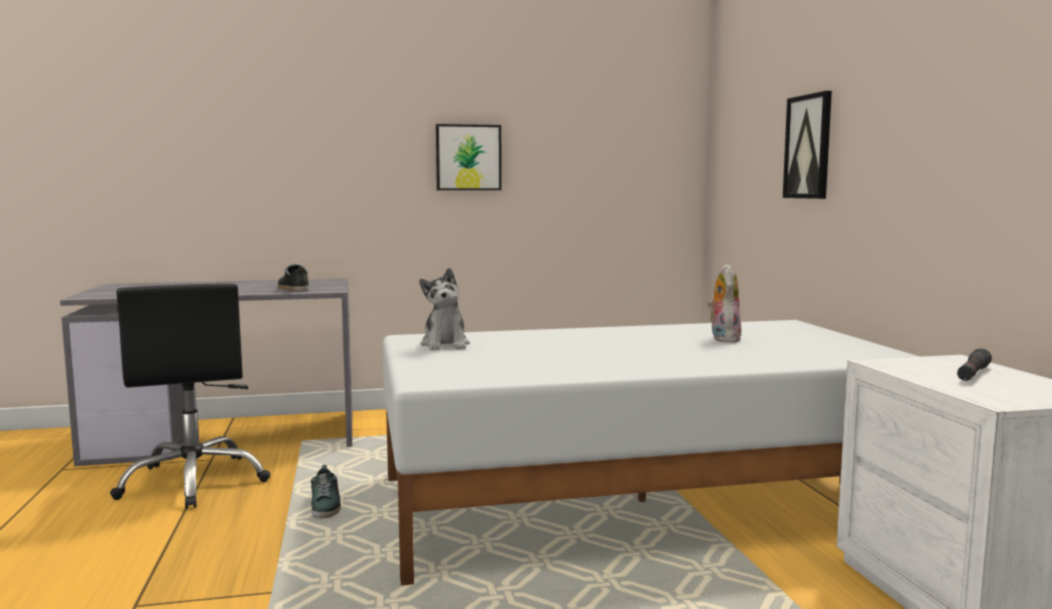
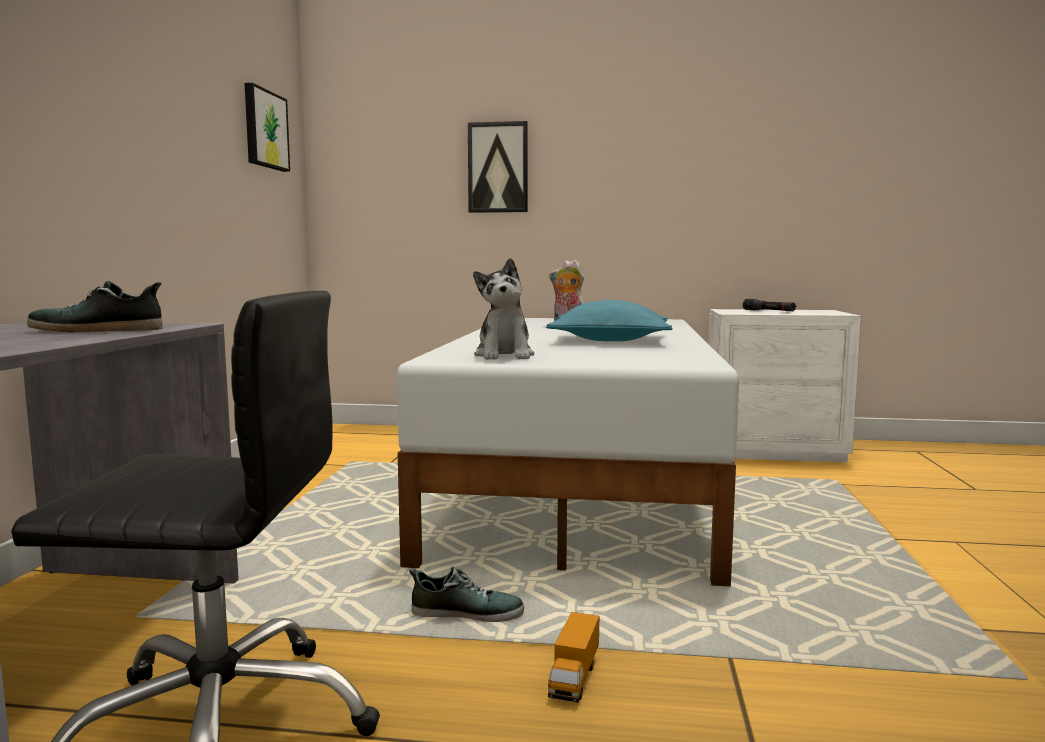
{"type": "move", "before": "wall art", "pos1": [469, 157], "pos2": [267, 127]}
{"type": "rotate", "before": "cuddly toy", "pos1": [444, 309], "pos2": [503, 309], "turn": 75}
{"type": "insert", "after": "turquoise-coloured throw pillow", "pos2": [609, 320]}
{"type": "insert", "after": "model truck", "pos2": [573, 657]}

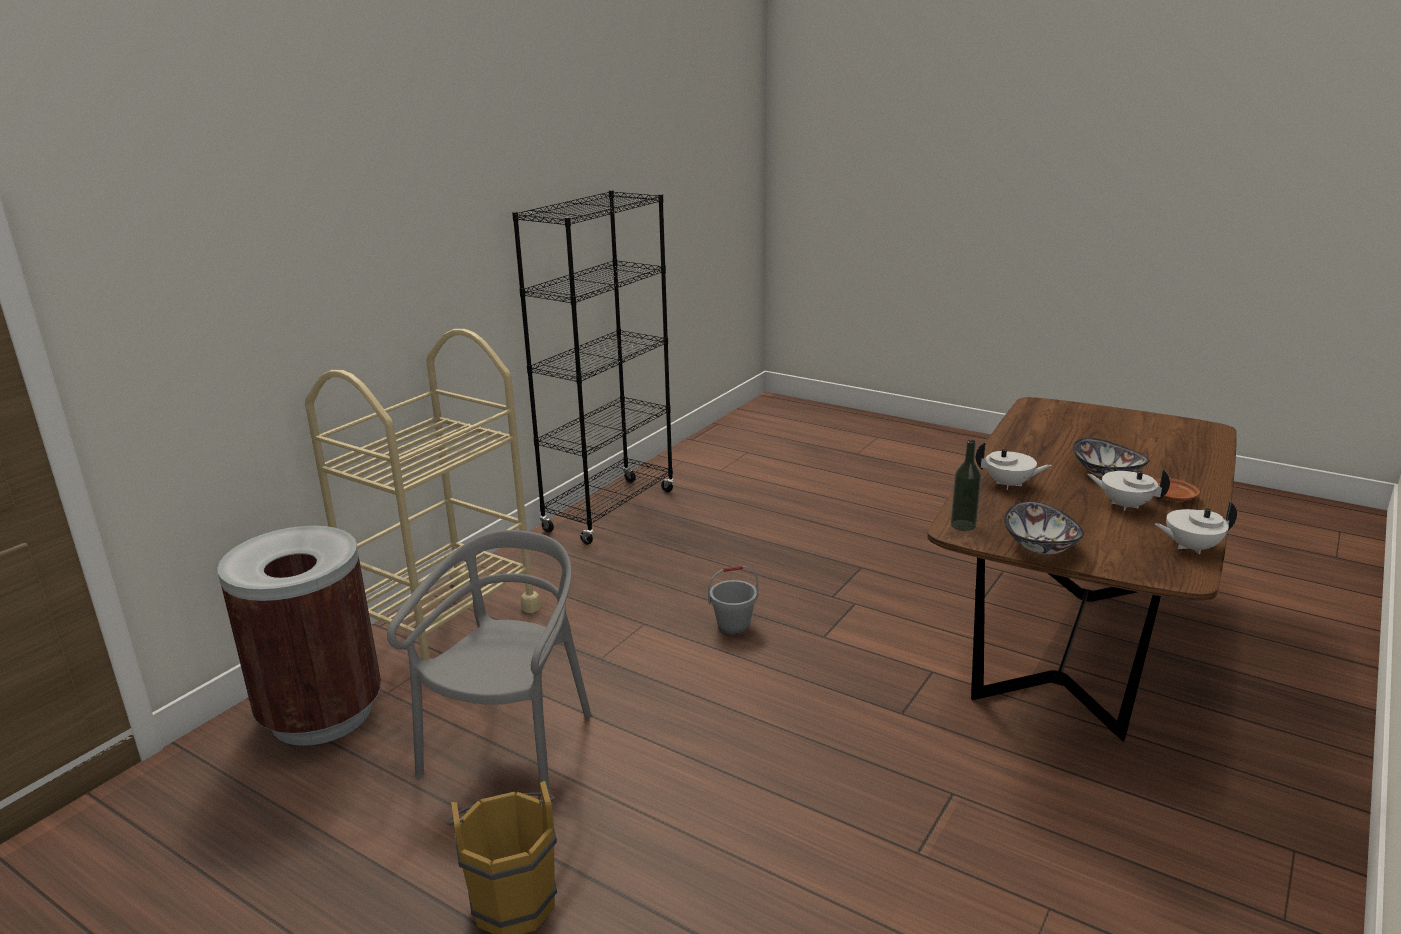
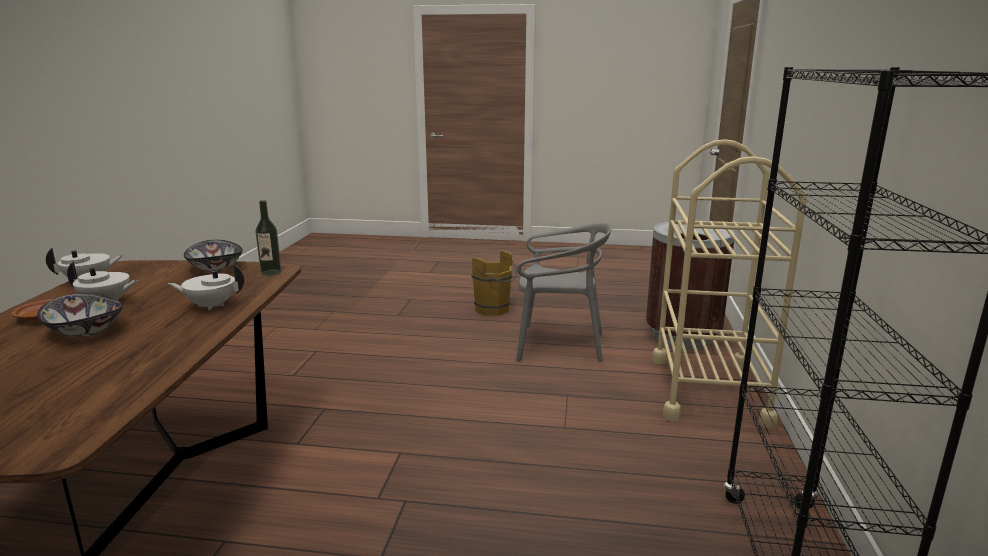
{"type": "rotate", "before": "greyish chair", "pos1": [489, 665], "pos2": [563, 292], "turn": -75}
{"type": "delete", "before": "greyish bucket", "pos1": [733, 600]}

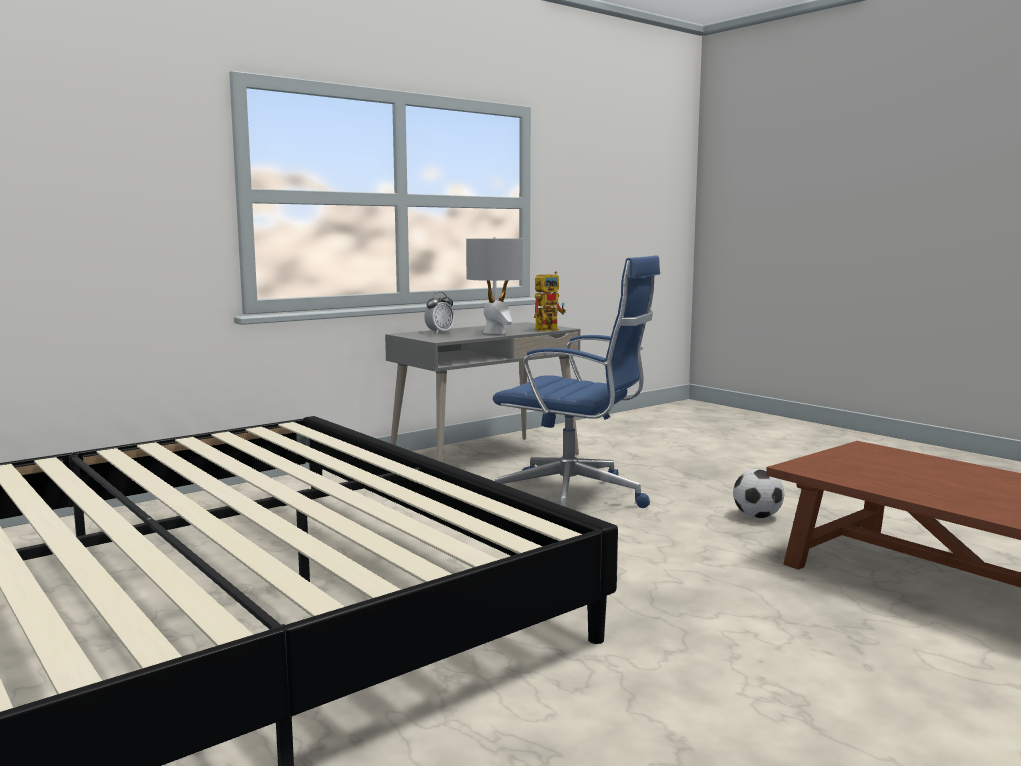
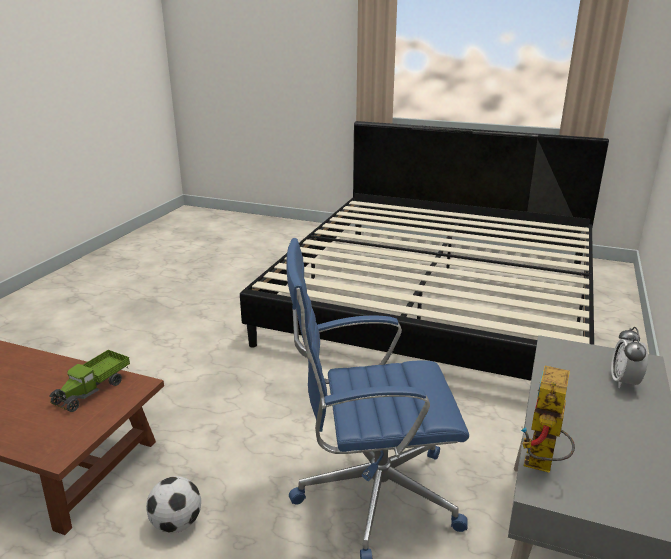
{"type": "delete", "before": "greyish lamp for a table", "pos1": [494, 285]}
{"type": "insert", "after": "model truck", "pos2": [89, 381]}

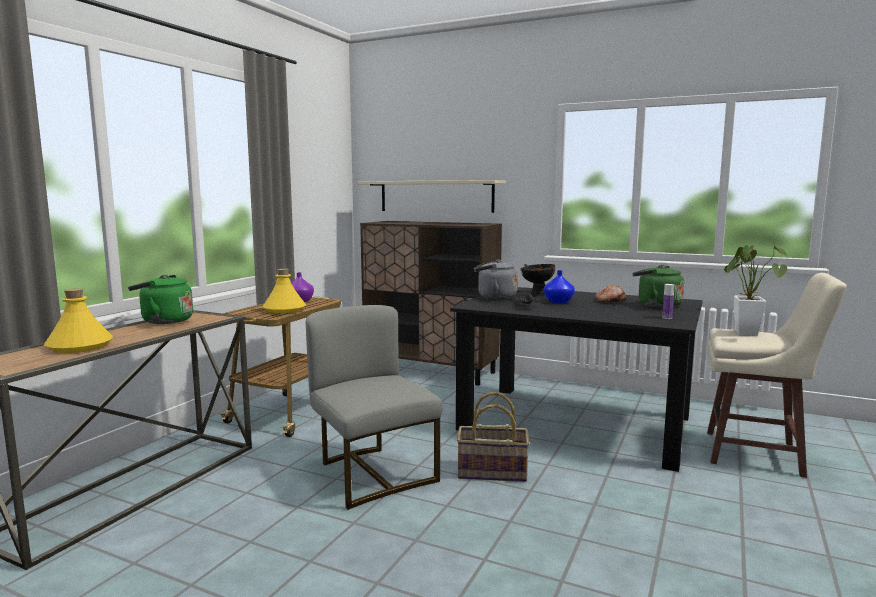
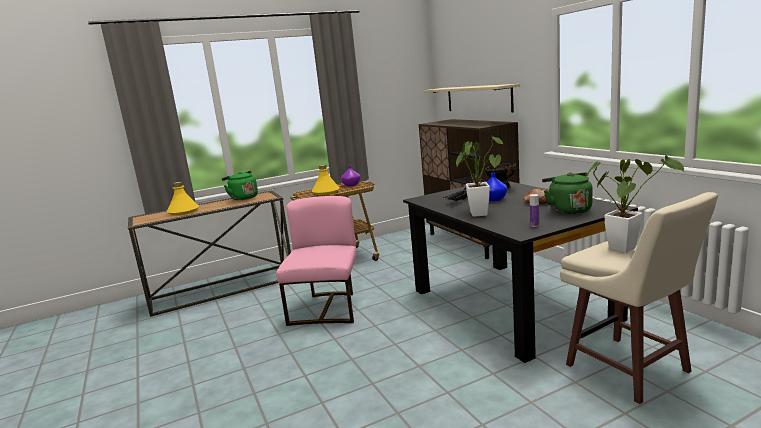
{"type": "delete", "before": "greyish tea kettle", "pos1": [496, 280]}
{"type": "recolor", "before": "greyish chair", "after": "pink chair", "pos1": [374, 407], "pos2": [316, 261]}
{"type": "delete", "before": "storage basket", "pos1": [493, 437]}
{"type": "insert", "after": "plant in a pot", "pos2": [480, 176]}

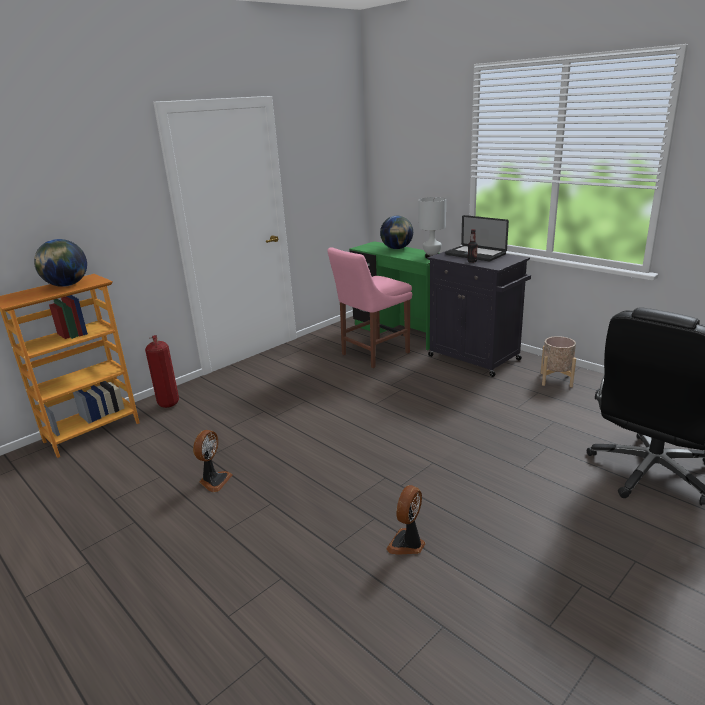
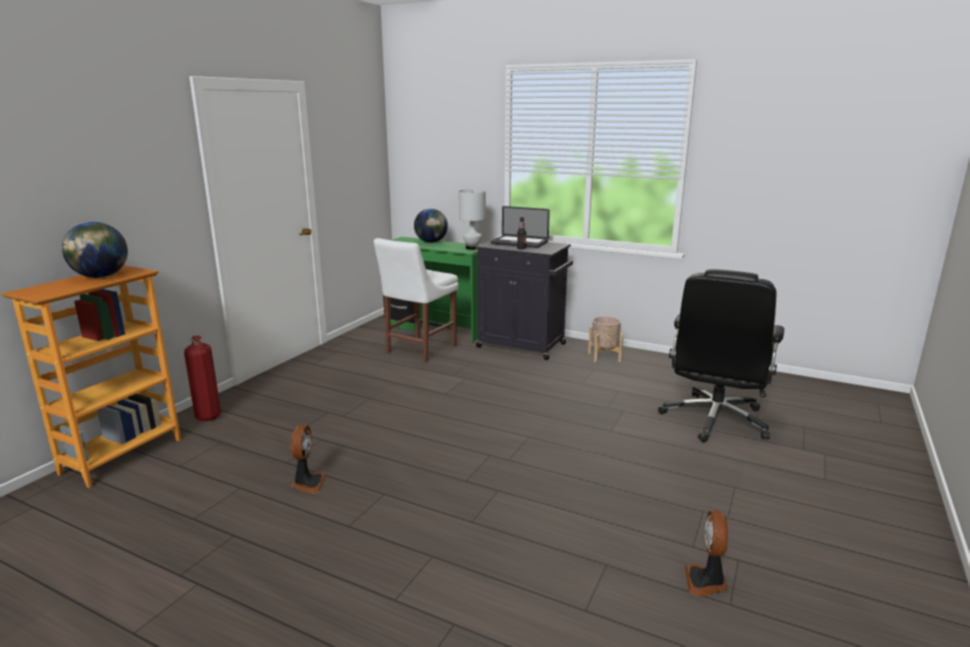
{"type": "recolor", "before": "pink chair", "after": "white chair", "pos1": [369, 307], "pos2": [416, 300]}
{"type": "move", "before": "electric fan", "pos1": [406, 520], "pos2": [706, 553]}

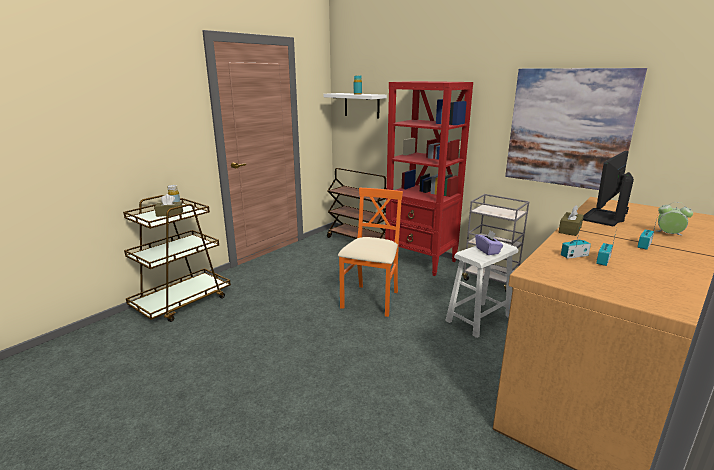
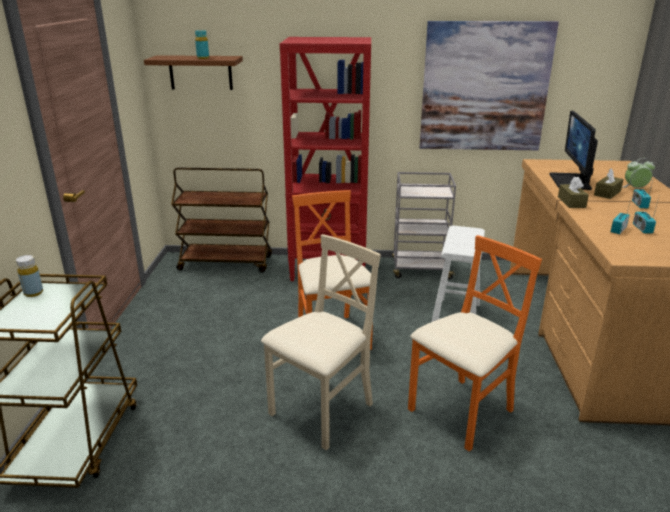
{"type": "recolor", "before": "white bracket shelf", "after": "brown-coloured bracket shelf", "pos1": [355, 105], "pos2": [193, 72]}
{"type": "move", "before": "brown-coloured tissue holder", "pos1": [168, 205], "pos2": [609, 183]}
{"type": "delete", "before": "purple tissue holder", "pos1": [489, 243]}
{"type": "insert", "after": "beige chair", "pos2": [321, 342]}
{"type": "insert", "after": "orange-coloured chair", "pos2": [475, 343]}

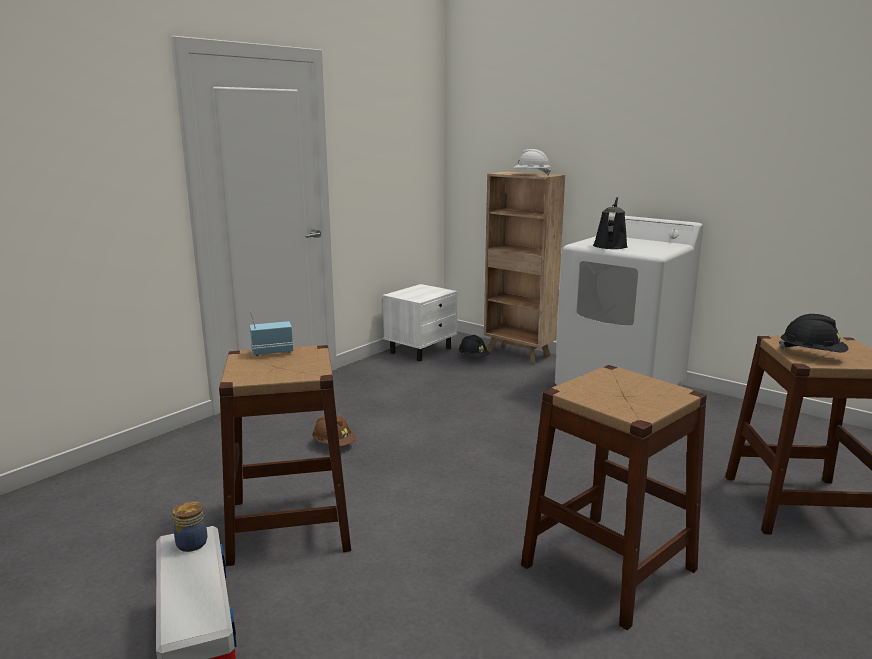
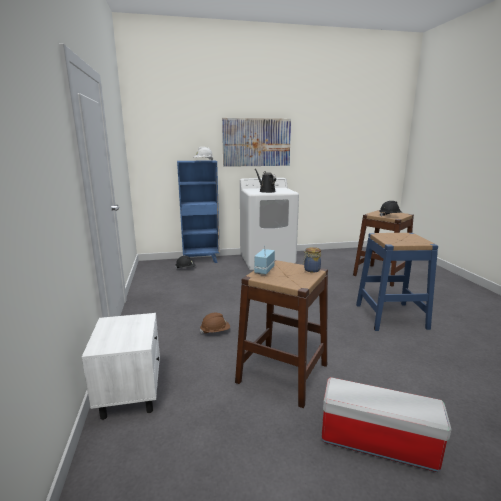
{"type": "recolor", "before": "brown-coloured bookshelf", "after": "bluish bookshelf", "pos1": [524, 268], "pos2": [198, 211]}
{"type": "move", "before": "white bedside table", "pos1": [420, 322], "pos2": [121, 366]}
{"type": "recolor", "before": "brown-coloured stool", "after": "bluish stool", "pos1": [614, 497], "pos2": [397, 282]}
{"type": "move", "before": "storage jar", "pos1": [189, 526], "pos2": [312, 260]}
{"type": "insert", "after": "wall art", "pos2": [256, 142]}

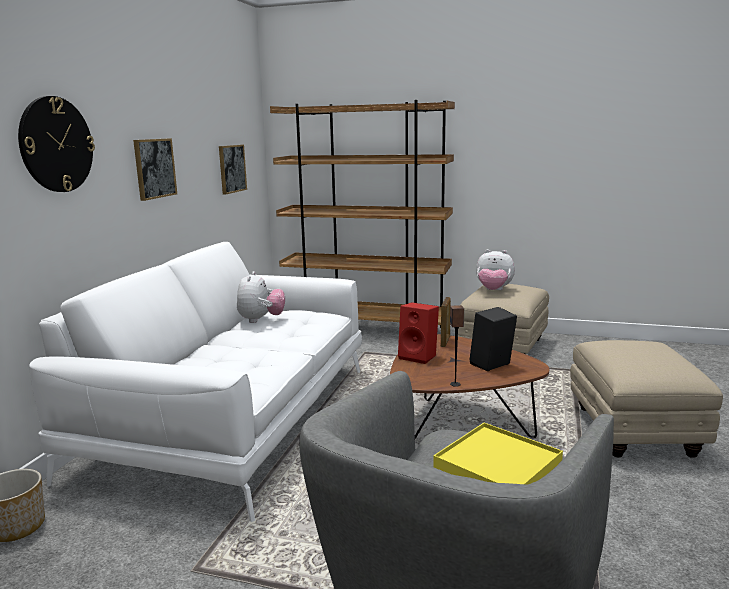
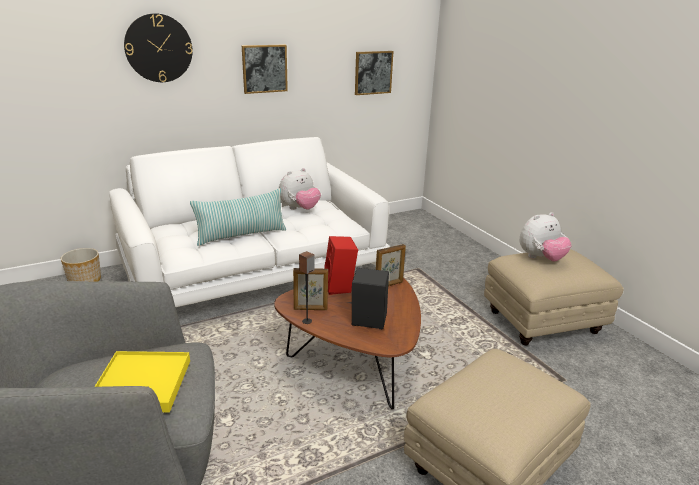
{"type": "delete", "before": "brown-coloured bookshelf", "pos1": [362, 214]}
{"type": "rotate", "before": "cuddly toy", "pos1": [495, 269], "pos2": [545, 236], "turn": -90}
{"type": "insert", "after": "throw pillow", "pos2": [238, 217]}
{"type": "insert", "after": "photo frame", "pos2": [310, 289]}

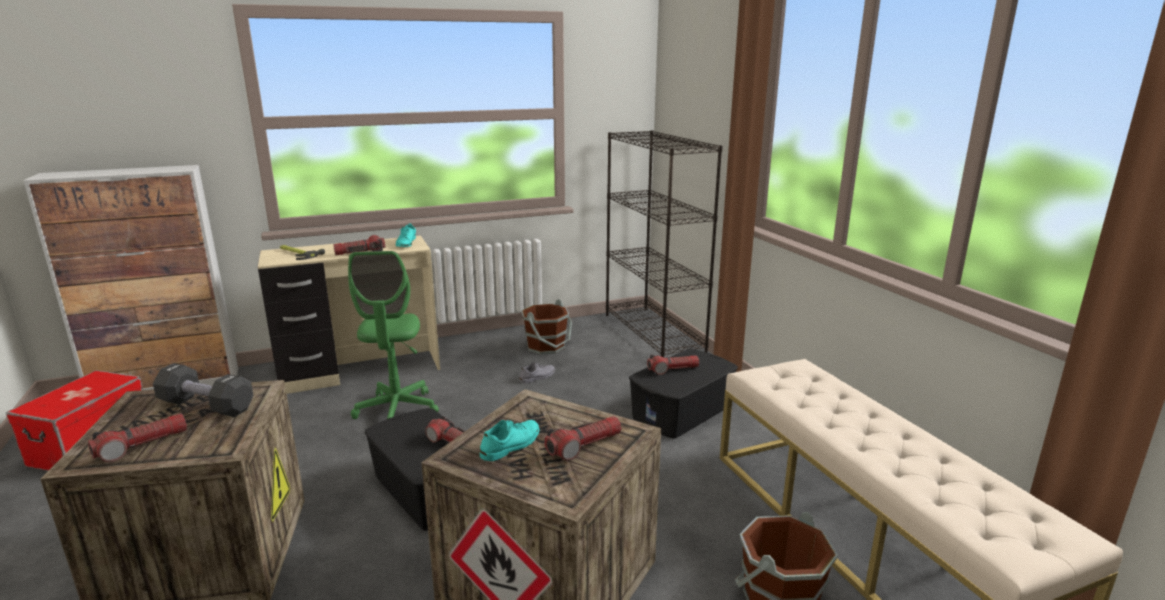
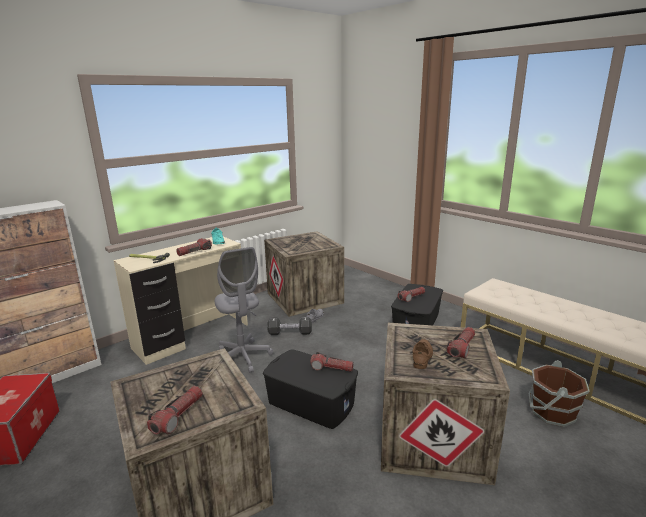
{"type": "delete", "before": "black-coloured bookshelf", "pos1": [664, 244]}
{"type": "recolor", "before": "greenish desk chair", "after": "greyish desk chair", "pos1": [393, 335], "pos2": [243, 310]}
{"type": "replace", "before": "brown-coloured bucket", "after": "crate", "pos1": [546, 327], "pos2": [304, 274]}
{"type": "move", "before": "black-coloured hand weight", "pos1": [203, 390], "pos2": [289, 326]}
{"type": "recolor", "before": "turquoise-coloured item of footwear", "after": "brown-coloured item of footwear", "pos1": [509, 440], "pos2": [422, 354]}

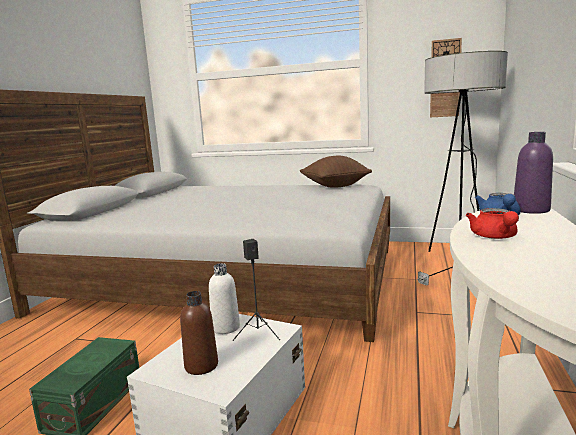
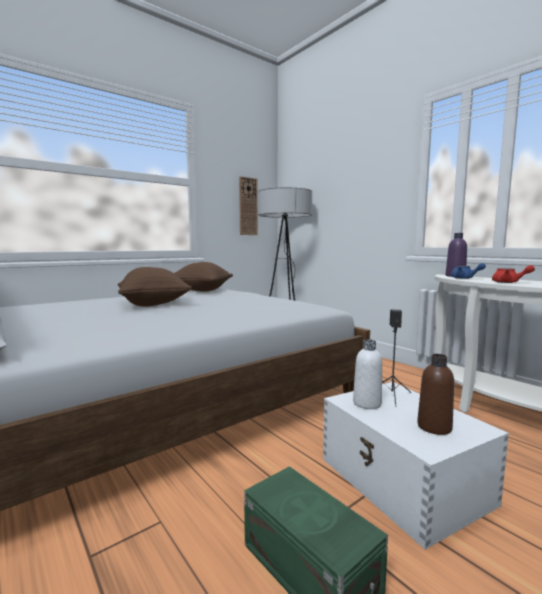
{"type": "insert", "after": "brown-coloured throw pillow", "pos2": [155, 287]}

